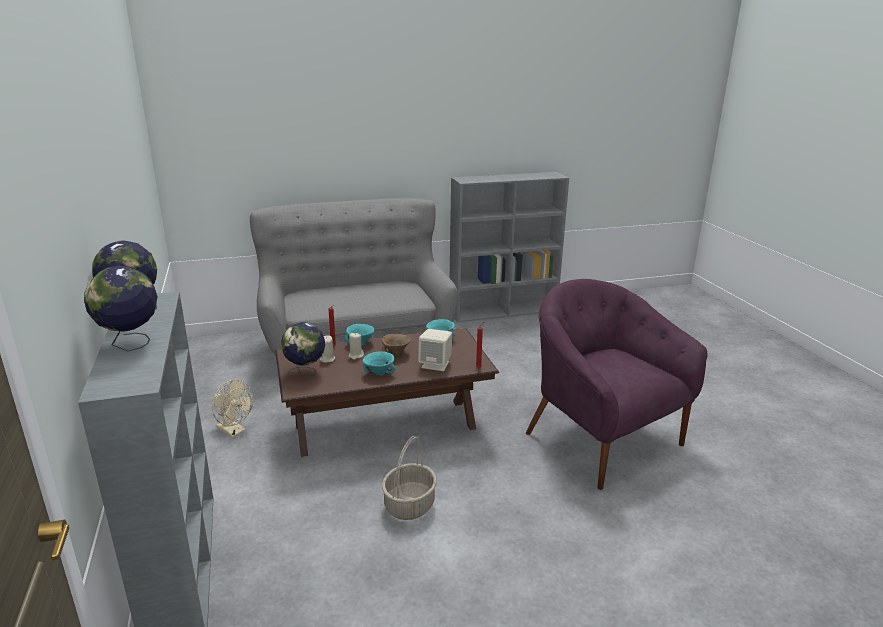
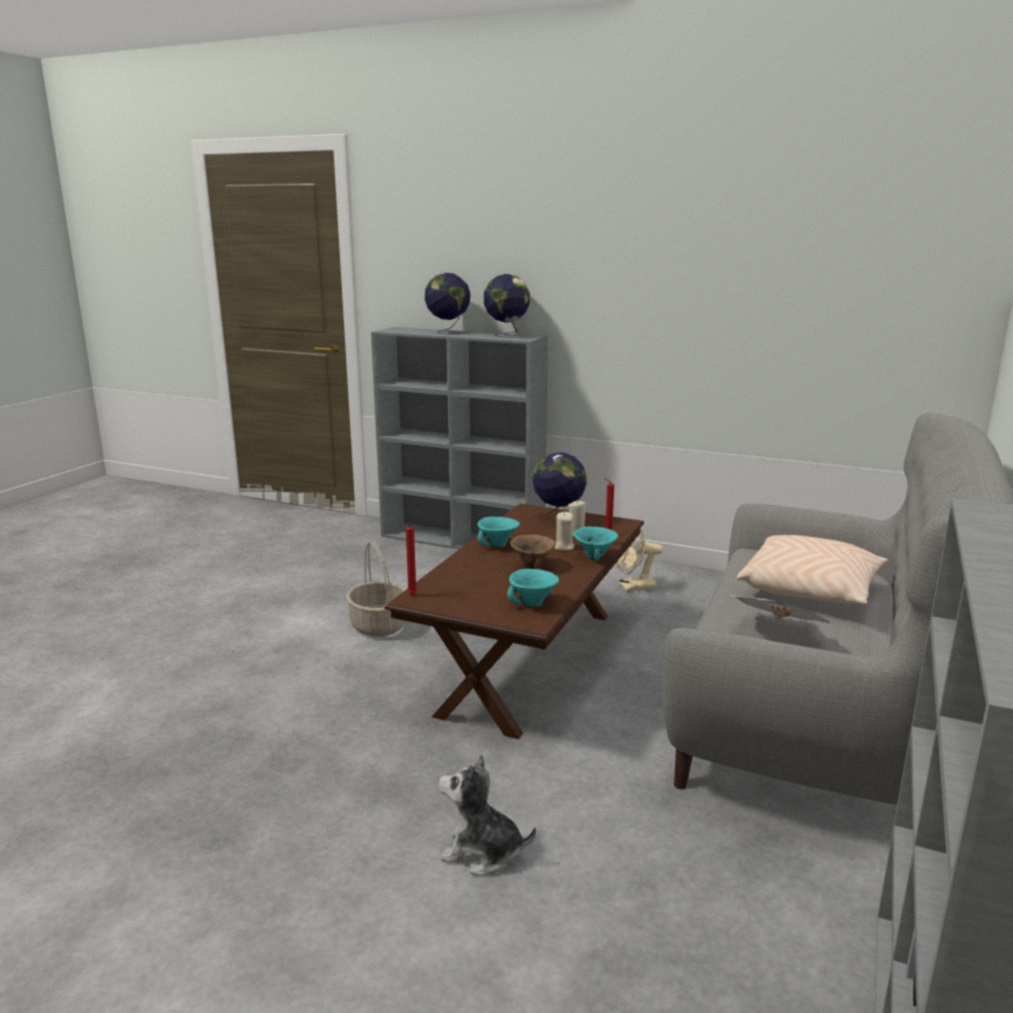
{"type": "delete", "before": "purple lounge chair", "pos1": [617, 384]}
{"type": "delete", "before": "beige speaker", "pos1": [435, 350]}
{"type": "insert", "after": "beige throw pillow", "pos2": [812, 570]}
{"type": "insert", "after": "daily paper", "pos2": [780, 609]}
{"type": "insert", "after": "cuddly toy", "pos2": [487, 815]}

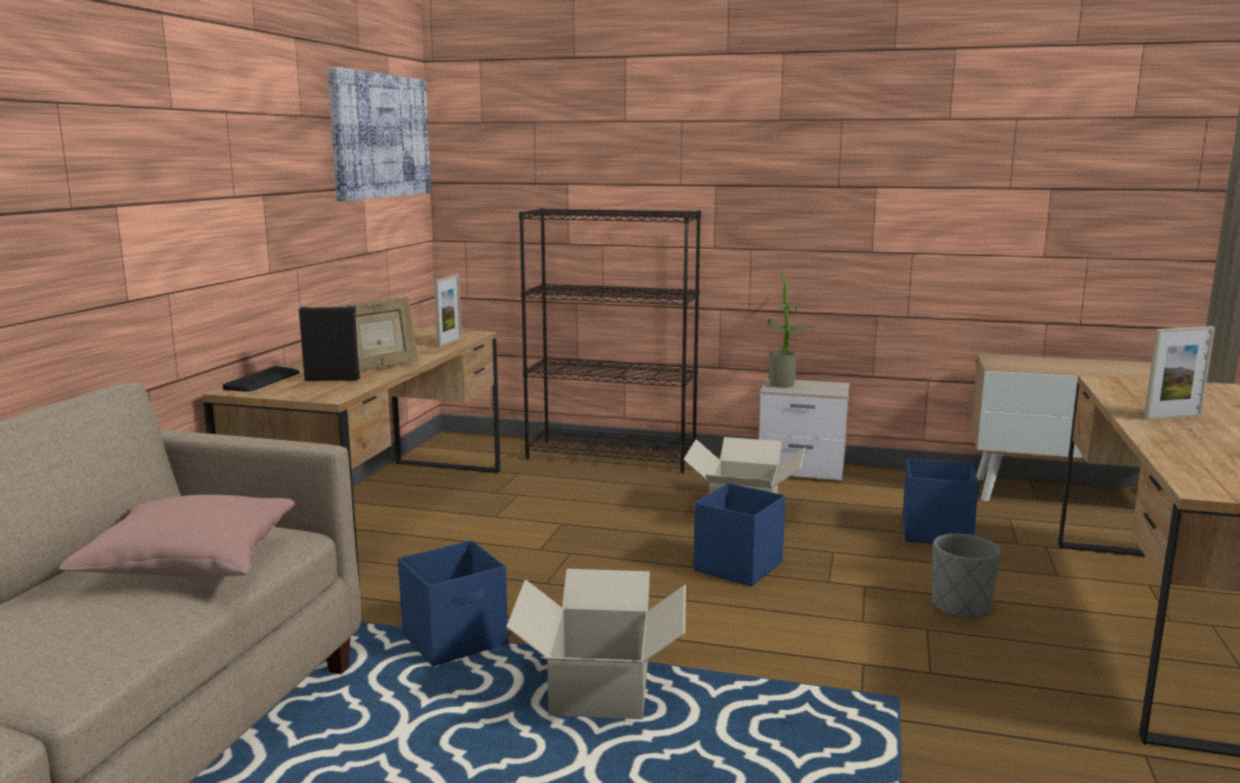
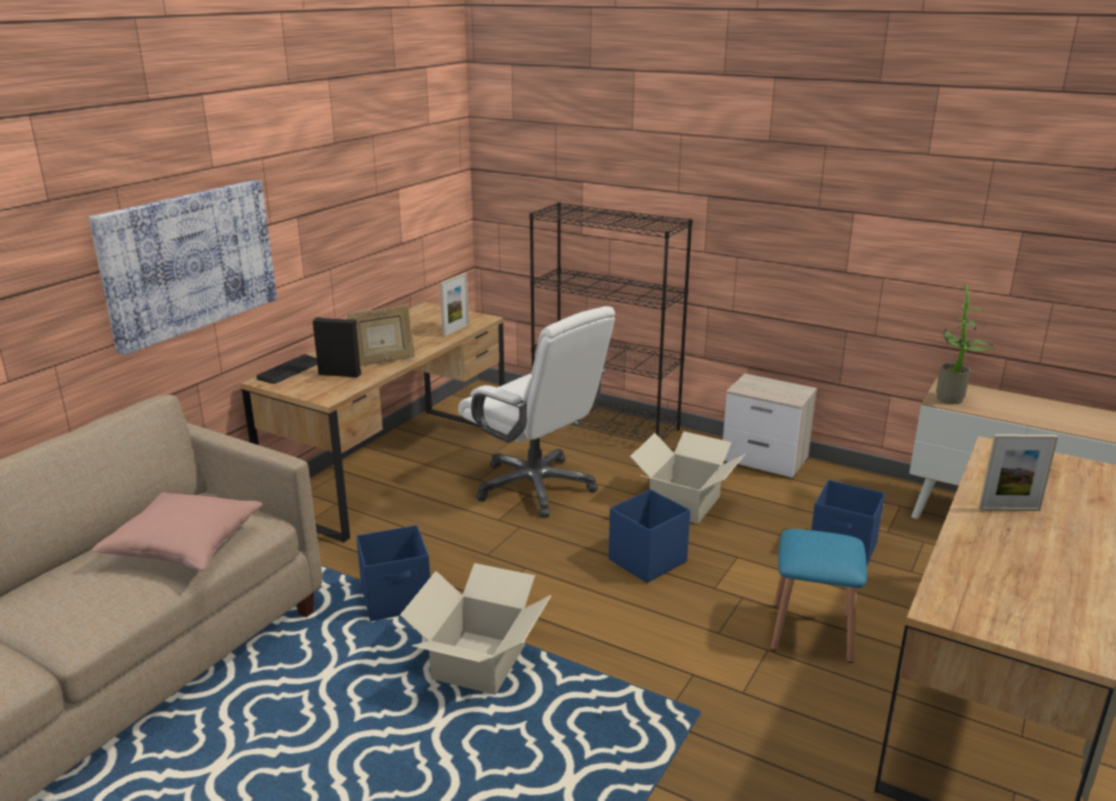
{"type": "move", "before": "wall art", "pos1": [379, 134], "pos2": [183, 267]}
{"type": "move", "before": "plant in a pot", "pos1": [791, 330], "pos2": [966, 344]}
{"type": "replace", "before": "greyish flower pot", "after": "bluish stool", "pos1": [966, 576], "pos2": [819, 596]}
{"type": "insert", "after": "white desk chair", "pos2": [536, 412]}

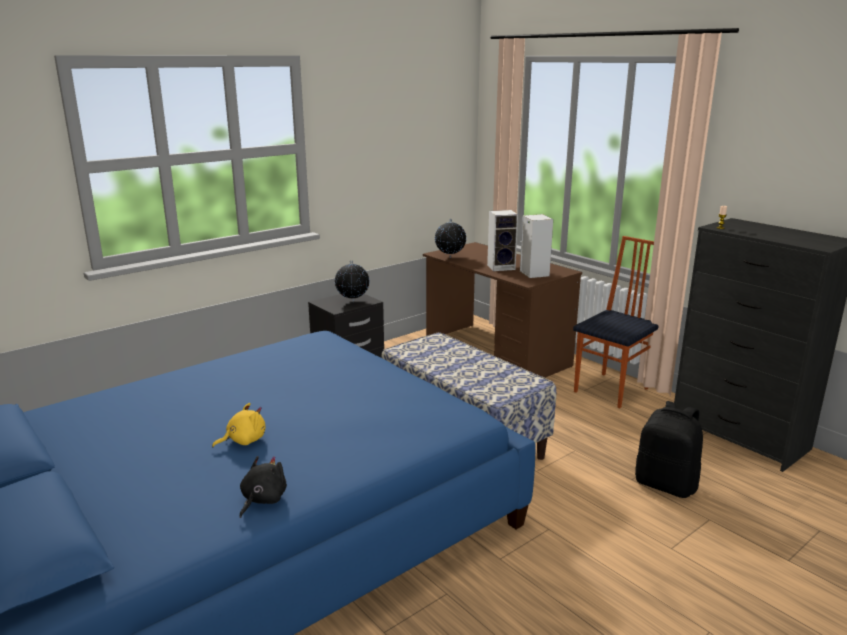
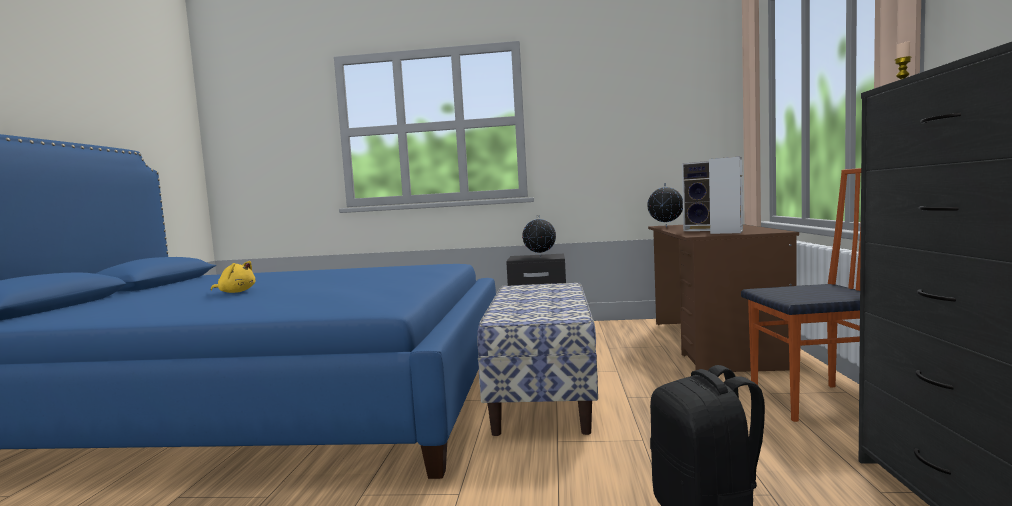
{"type": "delete", "before": "black-coloured cuddly toy", "pos1": [263, 487]}

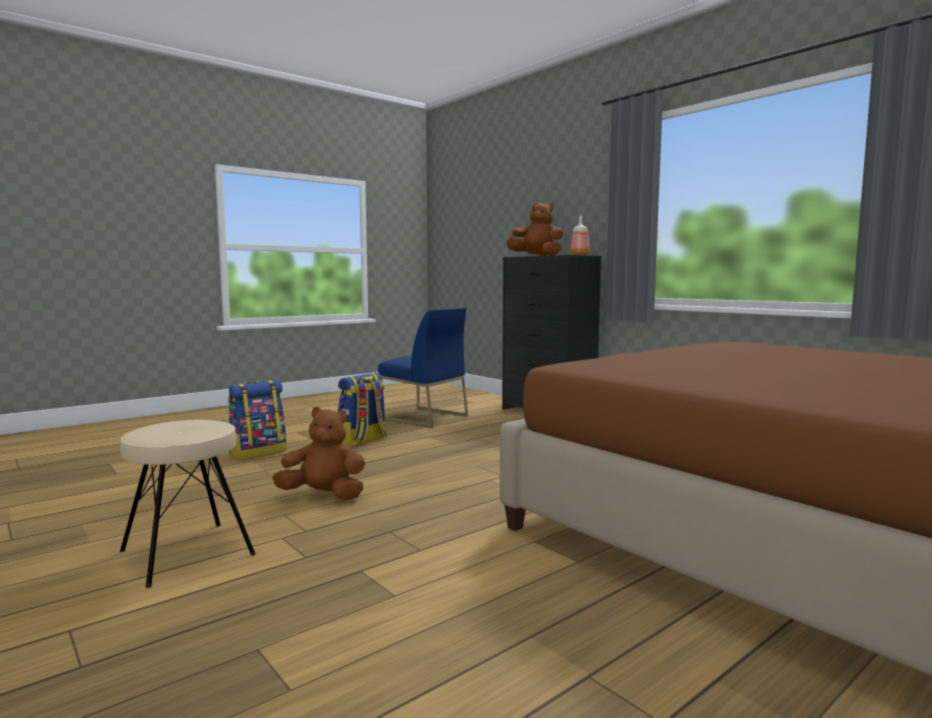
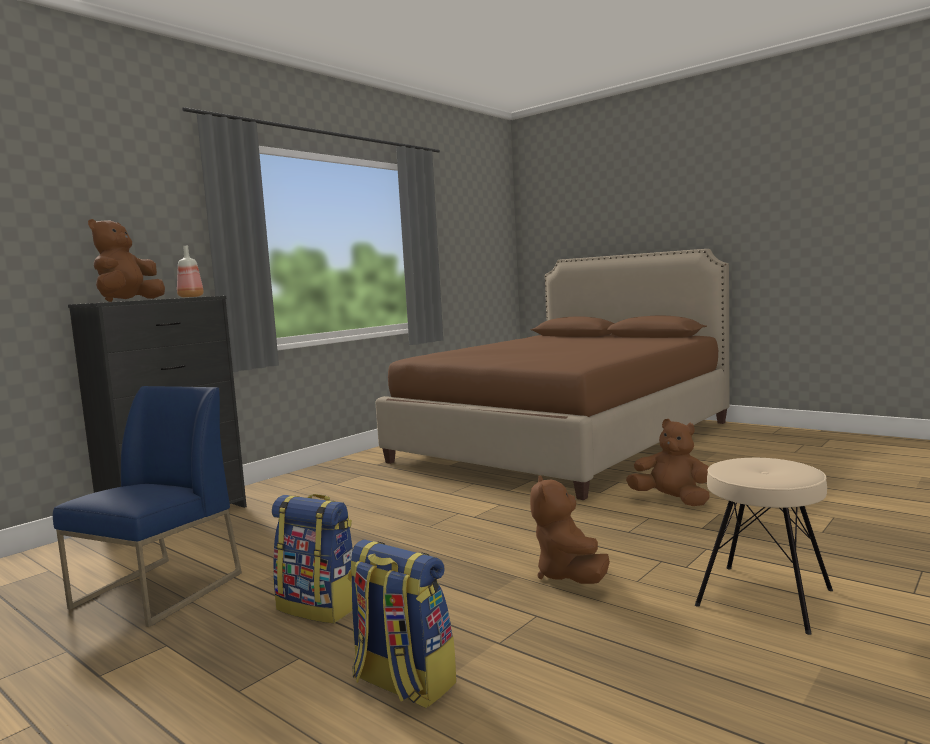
{"type": "insert", "after": "brown-coloured cuddly toy", "pos2": [668, 462]}

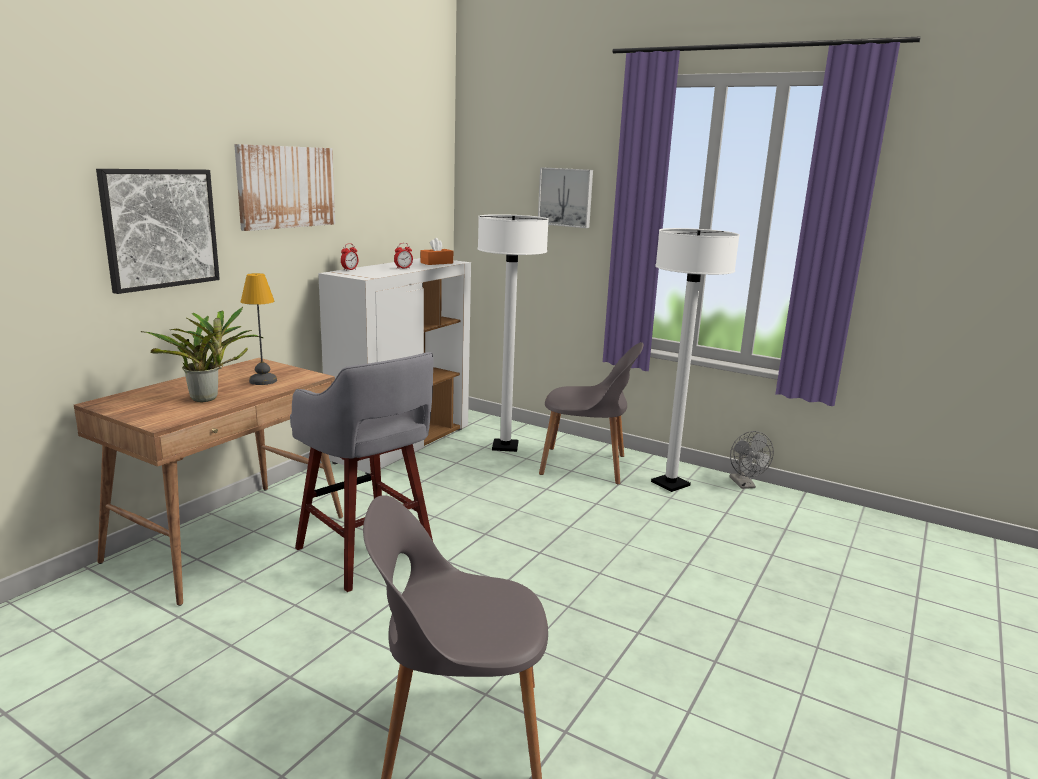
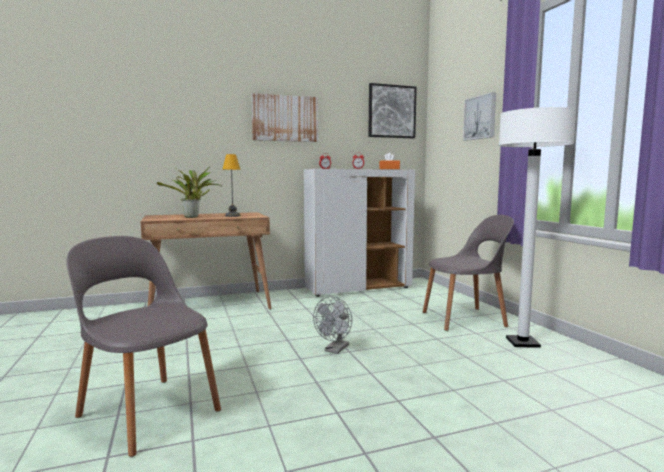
{"type": "move", "before": "wall art", "pos1": [158, 231], "pos2": [392, 110]}
{"type": "delete", "before": "white floor lamp", "pos1": [513, 333]}
{"type": "rotate", "before": "greyish chair", "pos1": [591, 413], "pos2": [468, 273], "turn": -60}
{"type": "delete", "before": "greyish stool", "pos1": [361, 472]}
{"type": "move", "before": "greyish electric fan", "pos1": [752, 460], "pos2": [332, 325]}

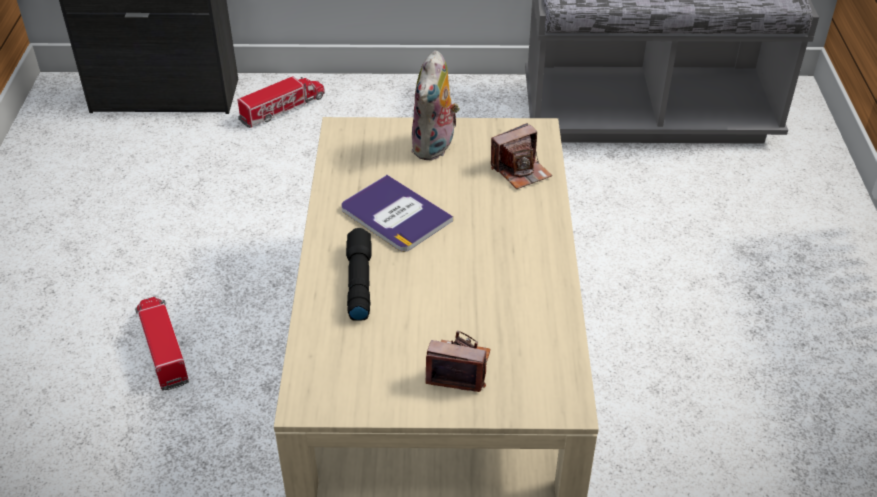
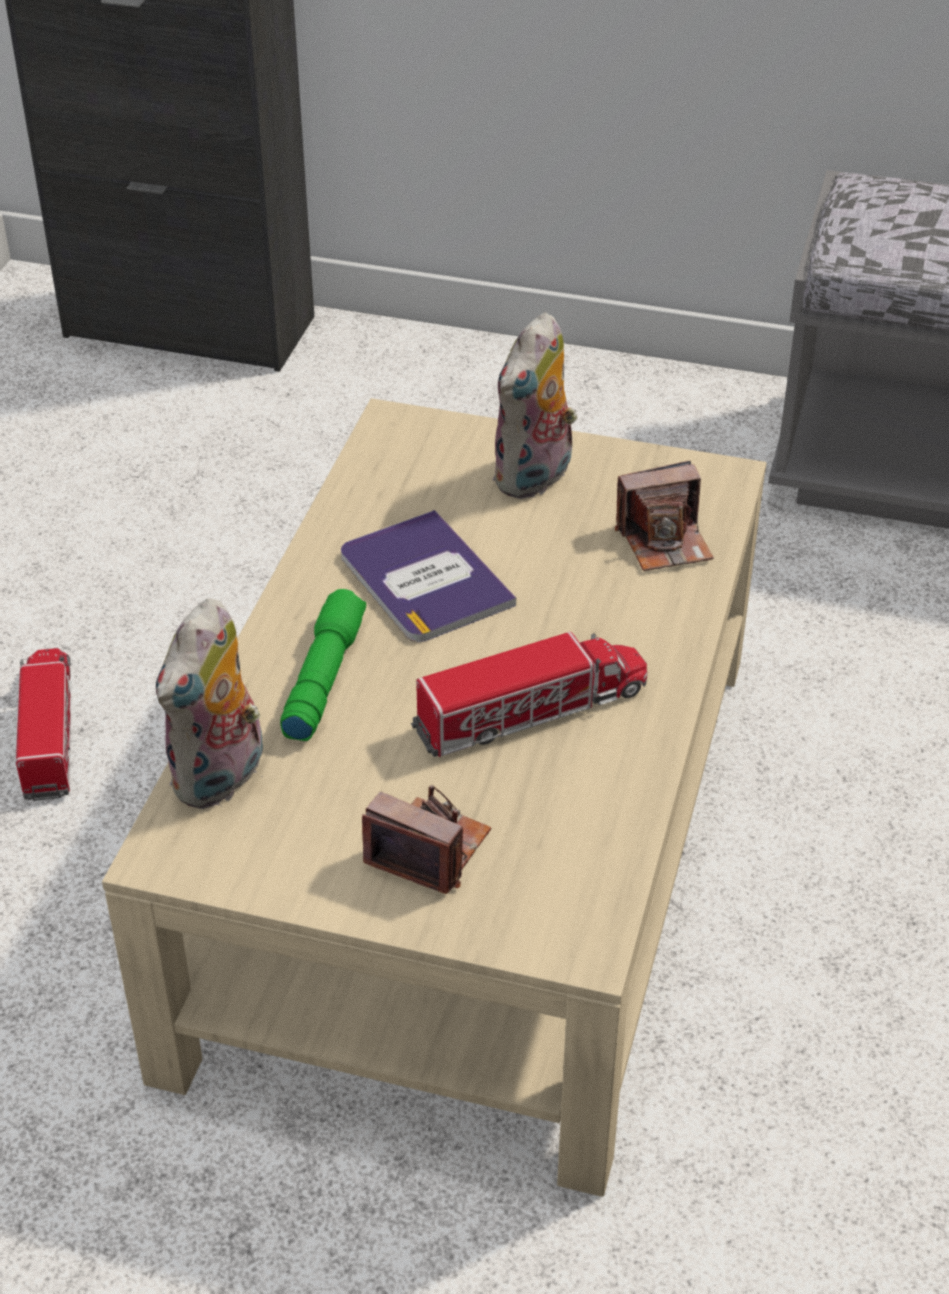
{"type": "move", "before": "model truck", "pos1": [281, 102], "pos2": [529, 694]}
{"type": "recolor", "before": "black-coloured hand torch", "after": "greenish hand torch", "pos1": [359, 274], "pos2": [323, 665]}
{"type": "insert", "after": "cuddly toy", "pos2": [209, 703]}

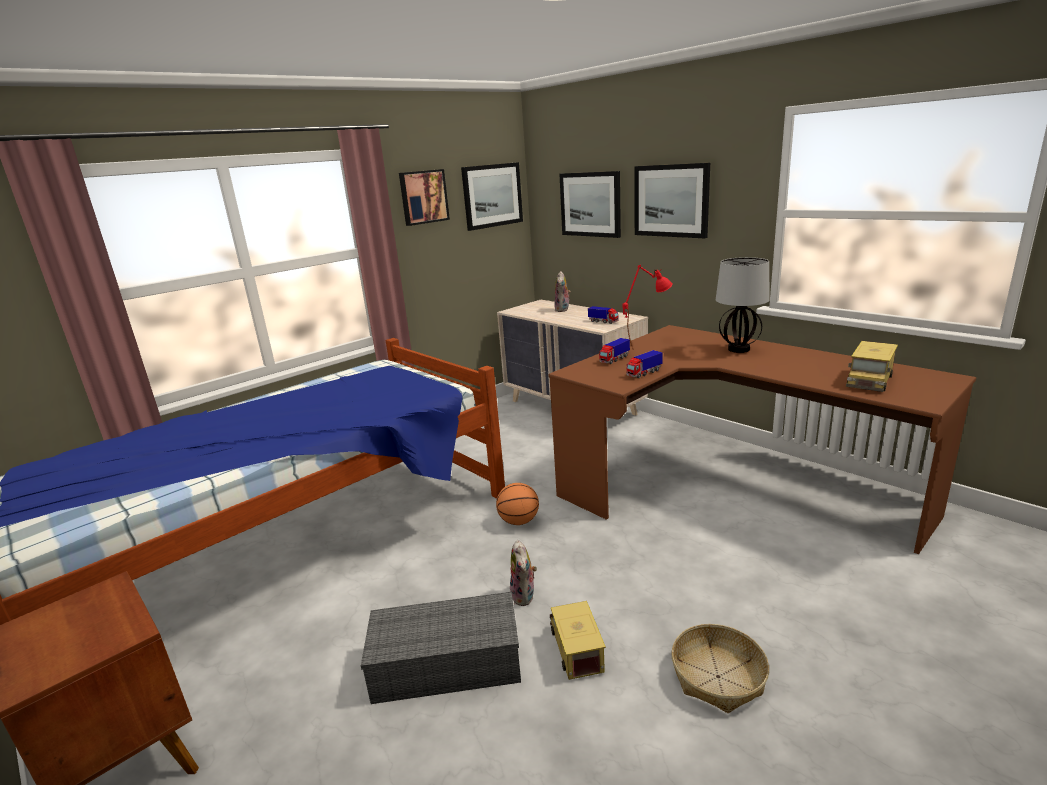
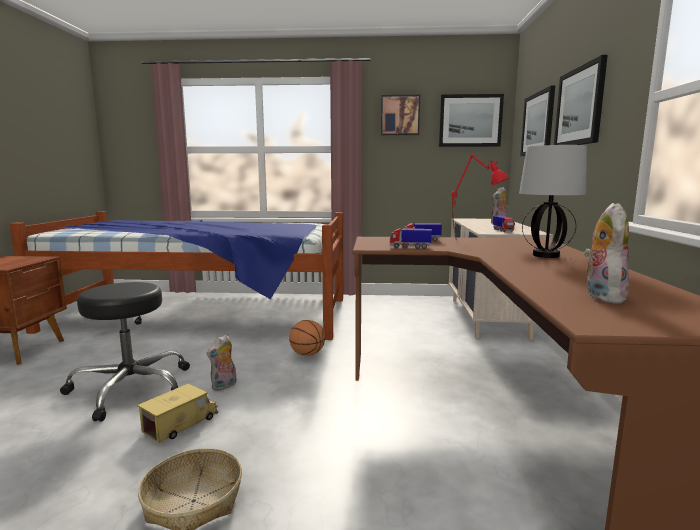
{"type": "replace", "before": "model truck", "after": "cuddly toy", "pos1": [872, 366], "pos2": [606, 253]}
{"type": "replace", "before": "greyish storage bin", "after": "black-coloured stool", "pos1": [441, 648], "pos2": [125, 351]}

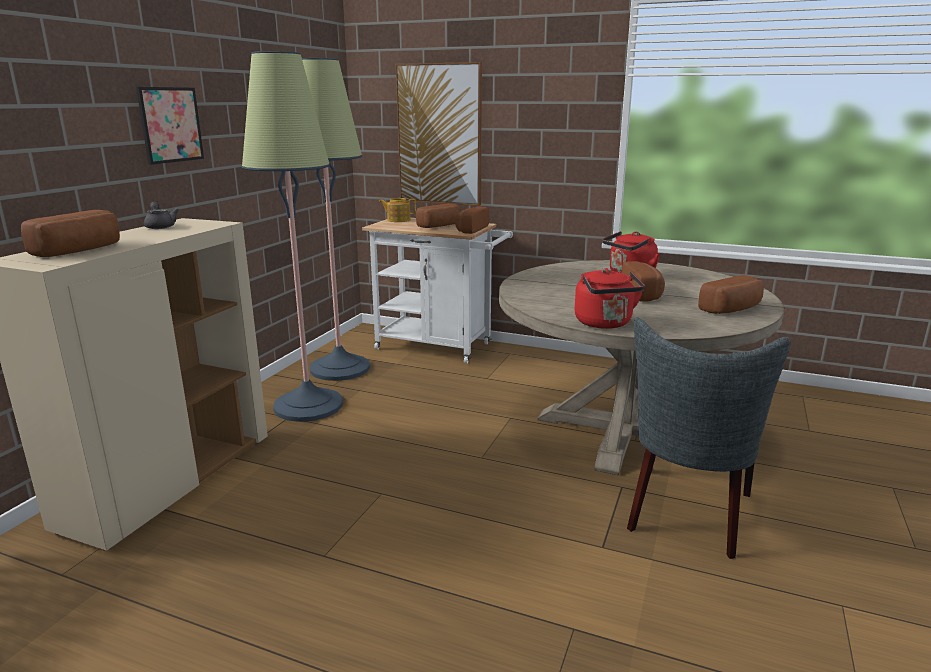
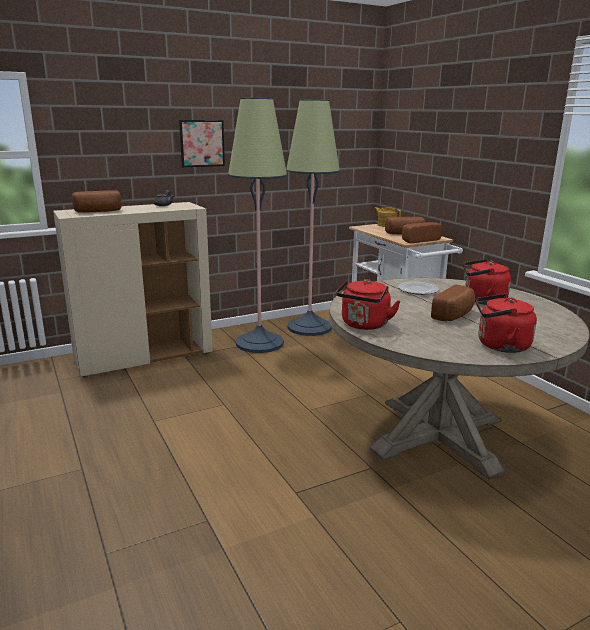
{"type": "delete", "before": "wall art", "pos1": [439, 134]}
{"type": "replace", "before": "baked bread", "after": "red tea kettle", "pos1": [731, 294], "pos2": [506, 323]}
{"type": "delete", "before": "greyish chair", "pos1": [709, 438]}
{"type": "insert", "after": "flat dish", "pos2": [418, 288]}

